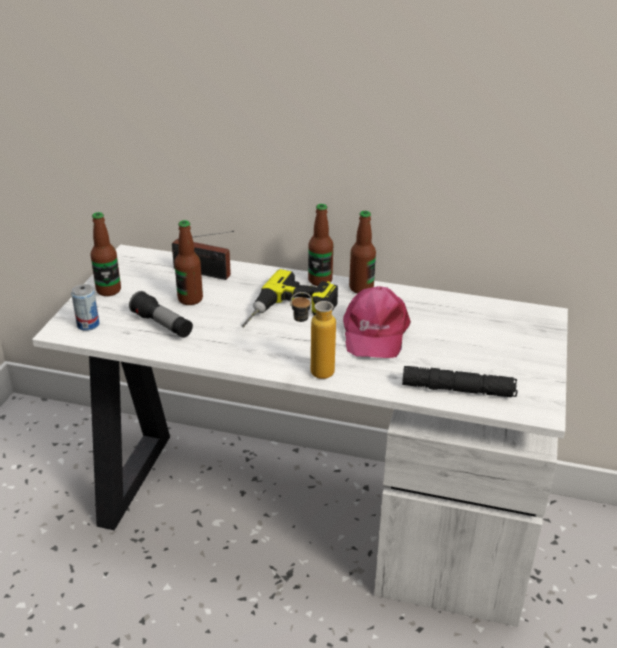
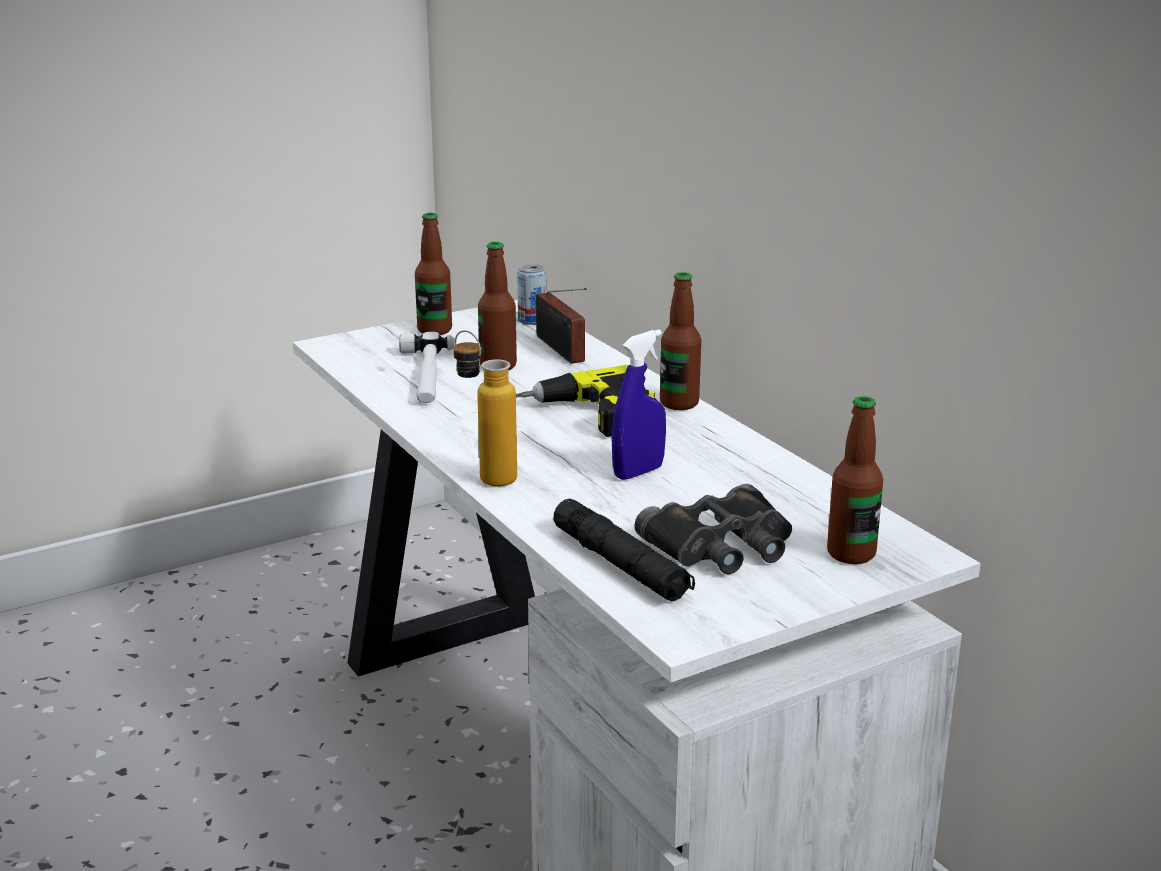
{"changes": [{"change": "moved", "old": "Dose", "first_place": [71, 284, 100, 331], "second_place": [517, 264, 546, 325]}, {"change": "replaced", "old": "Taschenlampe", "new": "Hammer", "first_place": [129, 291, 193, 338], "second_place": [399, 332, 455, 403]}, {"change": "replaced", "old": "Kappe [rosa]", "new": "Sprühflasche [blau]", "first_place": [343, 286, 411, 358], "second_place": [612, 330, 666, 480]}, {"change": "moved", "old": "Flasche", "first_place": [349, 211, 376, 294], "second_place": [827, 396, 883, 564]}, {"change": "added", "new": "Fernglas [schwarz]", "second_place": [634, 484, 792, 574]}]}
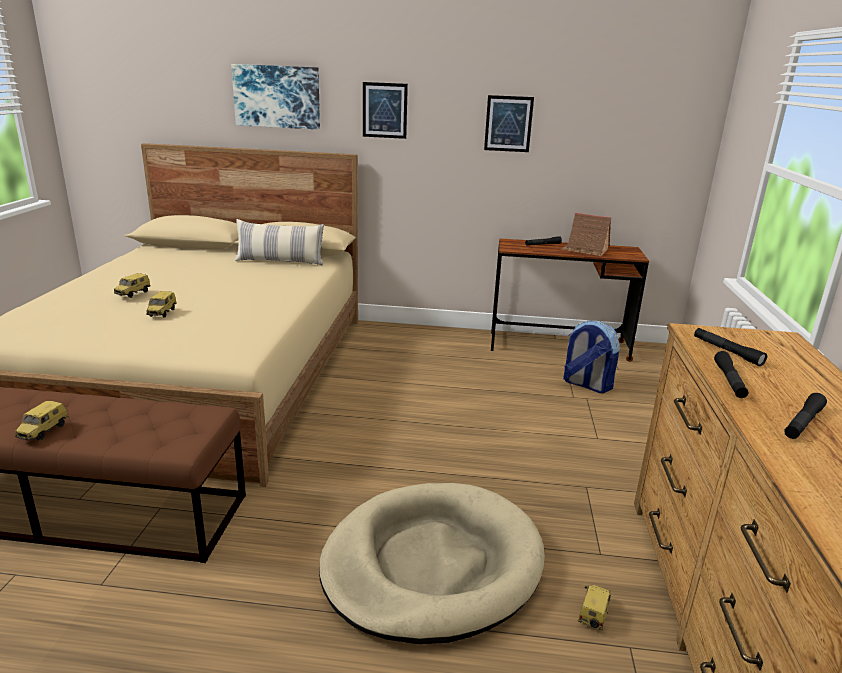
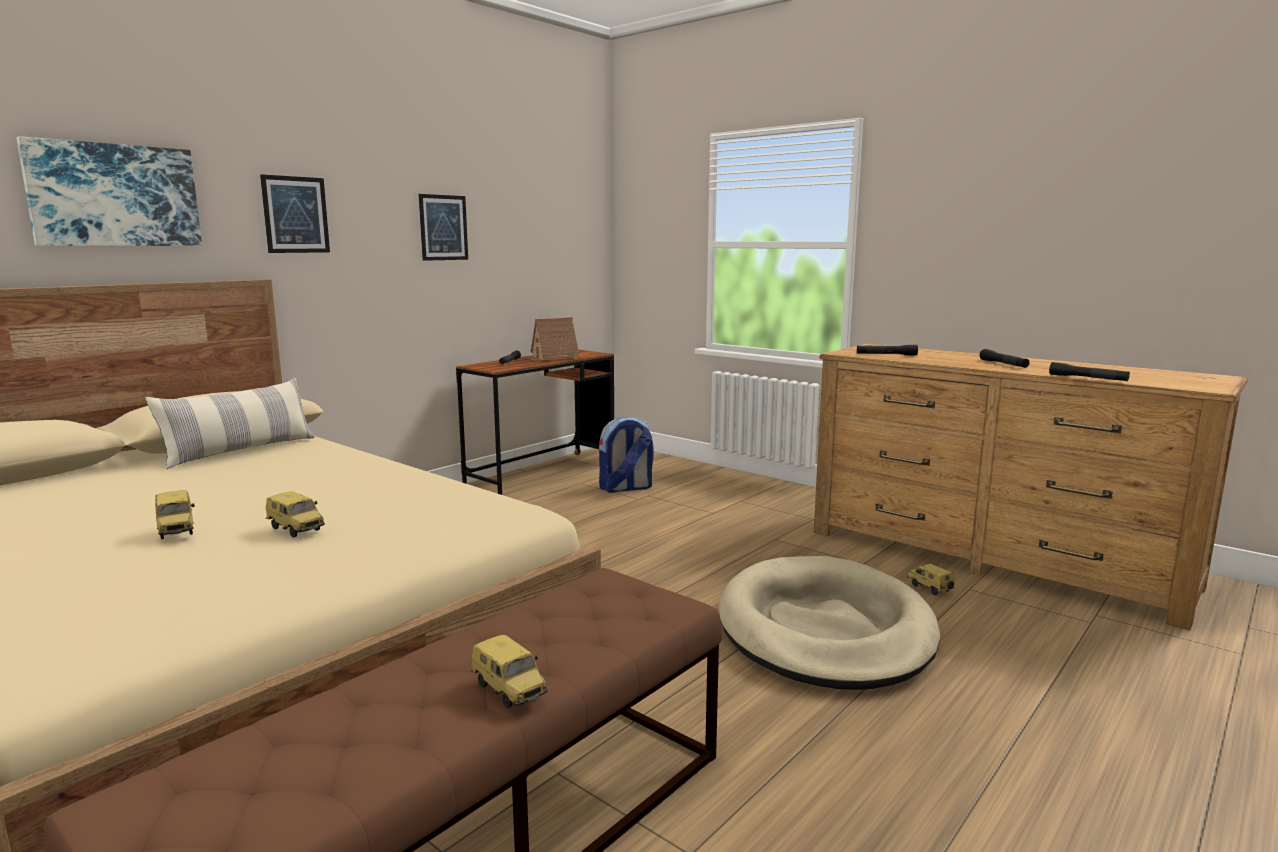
{"changes": [{"change": "moved", "old": "Taschenlampe [schwarz]", "first_place": [714, 351, 748, 398], "second_place": [1049, 362, 1130, 381]}]}
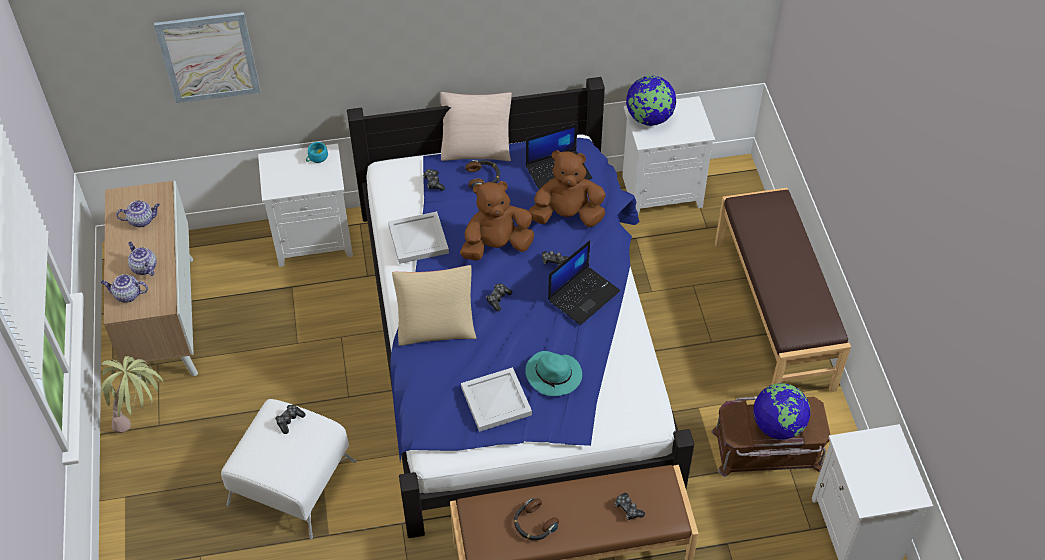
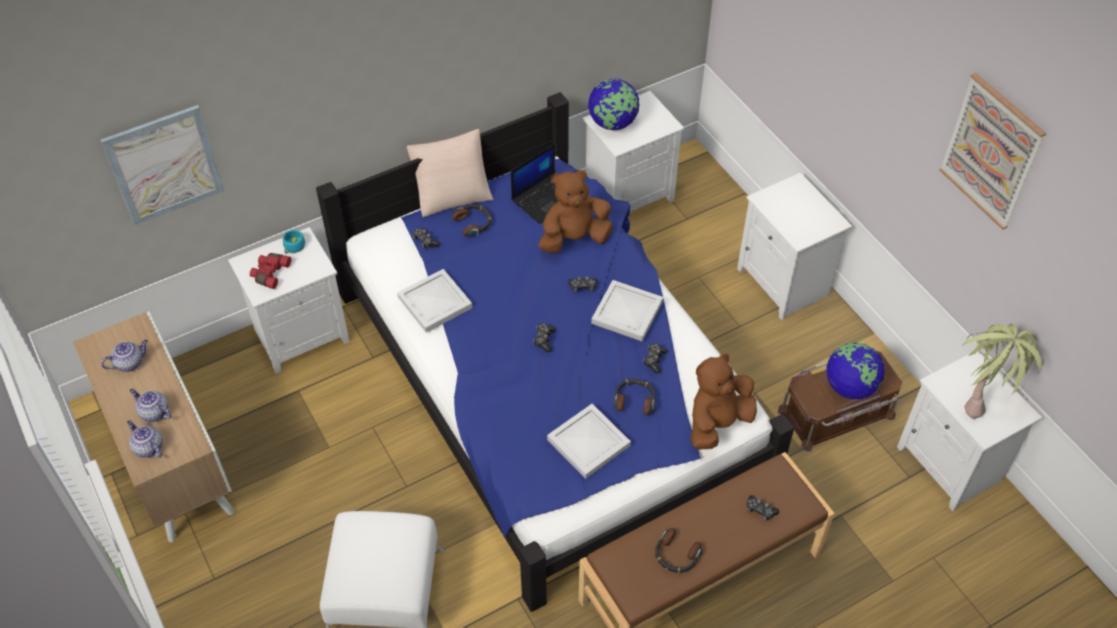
{"changes": [{"change": "moved", "old": "Topfpflanze", "first_place": [100, 356, 163, 433], "second_place": [962, 324, 1044, 419]}, {"change": "turned", "old": "Teekanne", "first_place": [101, 274, 148, 303], "second_place": [127, 420, 163, 458], "degrees": 60}, {"change": "moved", "old": "Gamepad", "first_place": [275, 405, 306, 434], "second_place": [643, 343, 667, 374]}, {"change": "removed", "old": "Kissen [beige]", "first_place": [392, 265, 476, 346]}, {"change": "moved", "old": "Plüschtier [braun]", "first_place": [460, 181, 534, 261], "second_place": [691, 353, 757, 450]}, {"change": "replaced", "old": "Hut [türkis]", "new": "Kopfhörer", "first_place": [525, 351, 582, 396], "second_place": [613, 379, 655, 415]}, {"change": "replaced", "old": "Laptop", "new": "Tablett [weiß]", "first_place": [548, 240, 620, 325], "second_place": [591, 280, 663, 342]}, {"change": "replaced", "old": "Bank [braun]", "new": "Nachttisch [weiß]", "first_place": [715, 188, 851, 392], "second_place": [737, 173, 852, 320]}, {"change": "added", "new": "Fernglas [rot]", "second_place": [250, 253, 291, 289]}, {"change": "added", "new": "Bild", "second_place": [939, 73, 1046, 230]}]}
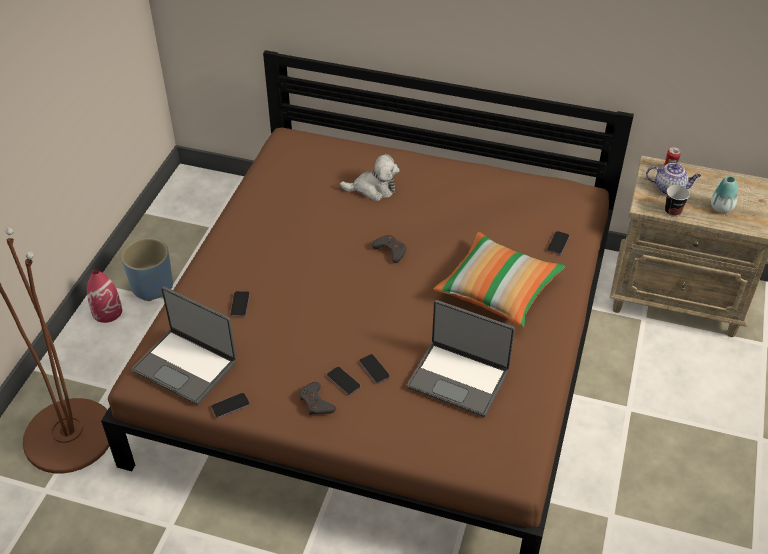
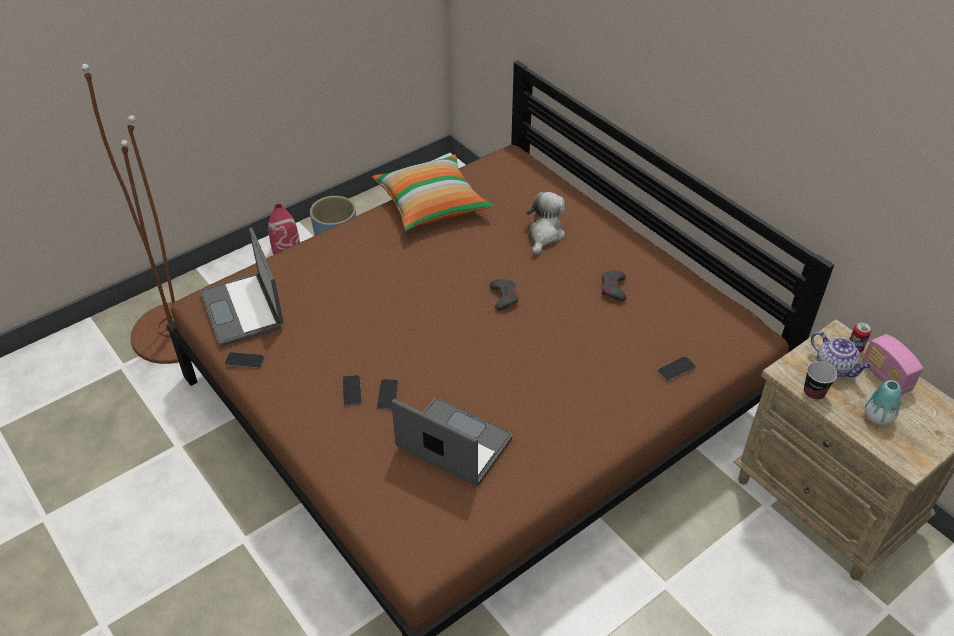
{"changes": [{"change": "removed", "old": "Handy", "first_place": [230, 291, 250, 316]}, {"change": "moved", "old": "Gamepad [grau]", "first_place": [299, 382, 336, 415], "second_place": [602, 271, 626, 301]}, {"change": "turned", "old": "Plüschtier", "first_place": [340, 154, 400, 201], "second_place": [526, 192, 565, 255], "degrees": -105}, {"change": "turned", "old": "Laptop", "first_place": [407, 300, 515, 417], "second_place": [391, 398, 513, 486], "degrees": 150}, {"change": "moved", "old": "Kissen", "first_place": [434, 232, 565, 327], "second_place": [372, 155, 493, 231]}, {"change": "added", "new": "Radio", "second_place": [862, 334, 923, 395]}]}
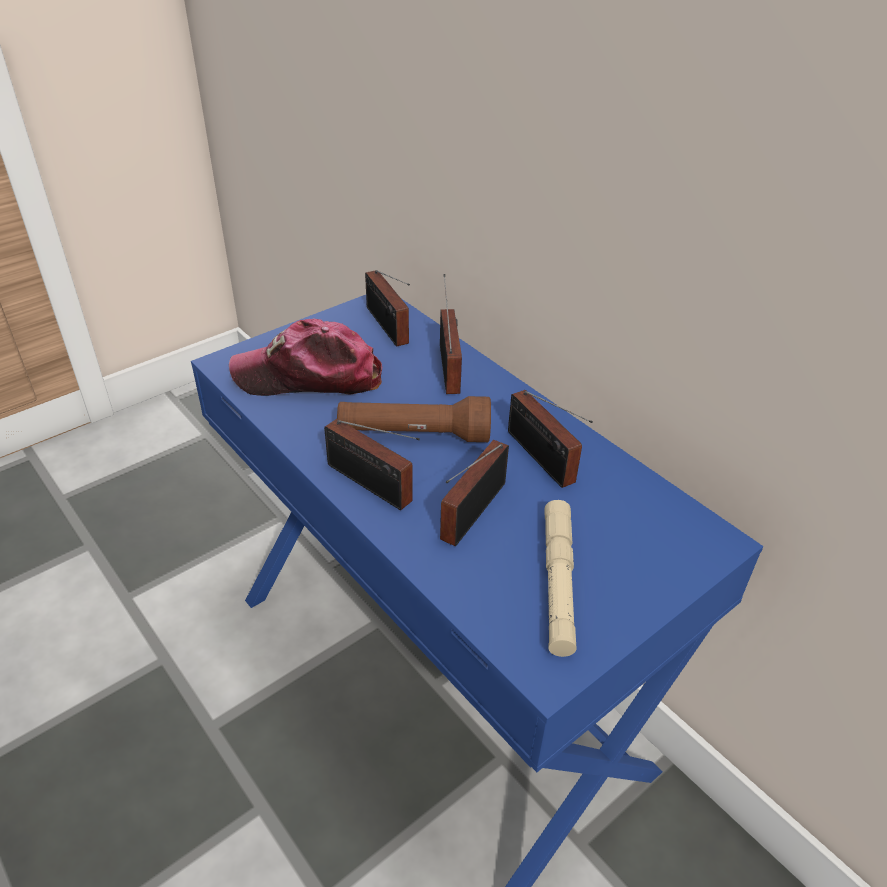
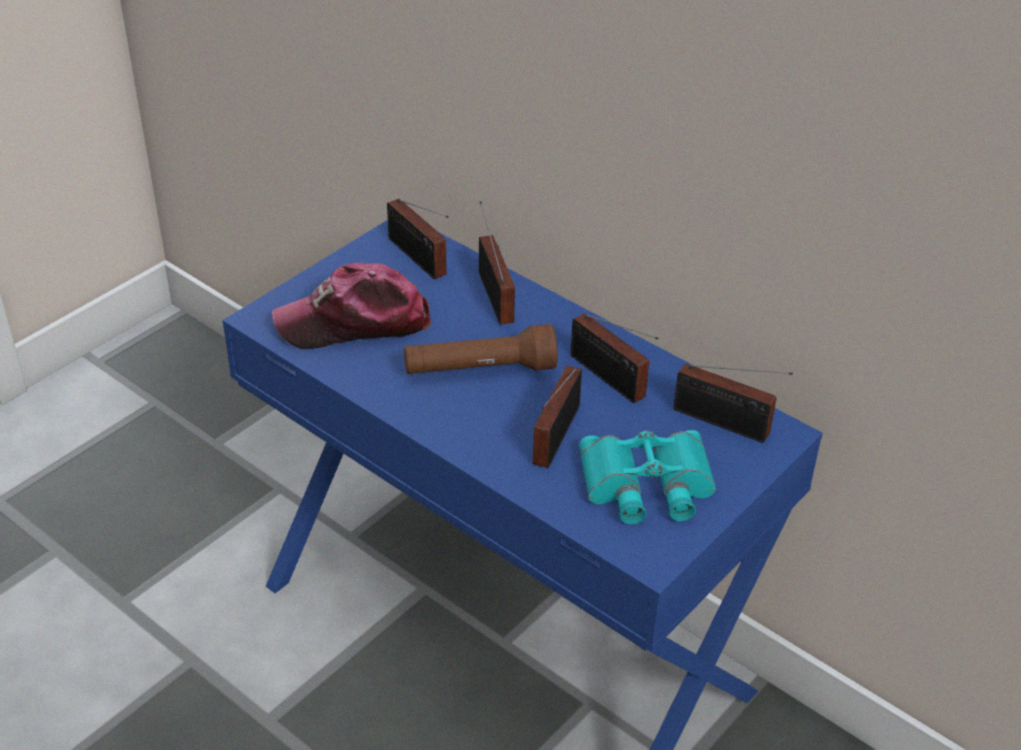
{"changes": [{"change": "moved", "old": "Radio", "first_place": [324, 419, 420, 510], "second_place": [673, 364, 793, 443]}, {"change": "replaced", "old": "Taschenlampe [beige]", "new": "Fernglas [türkis]", "first_place": [544, 500, 576, 657], "second_place": [579, 430, 716, 524]}]}
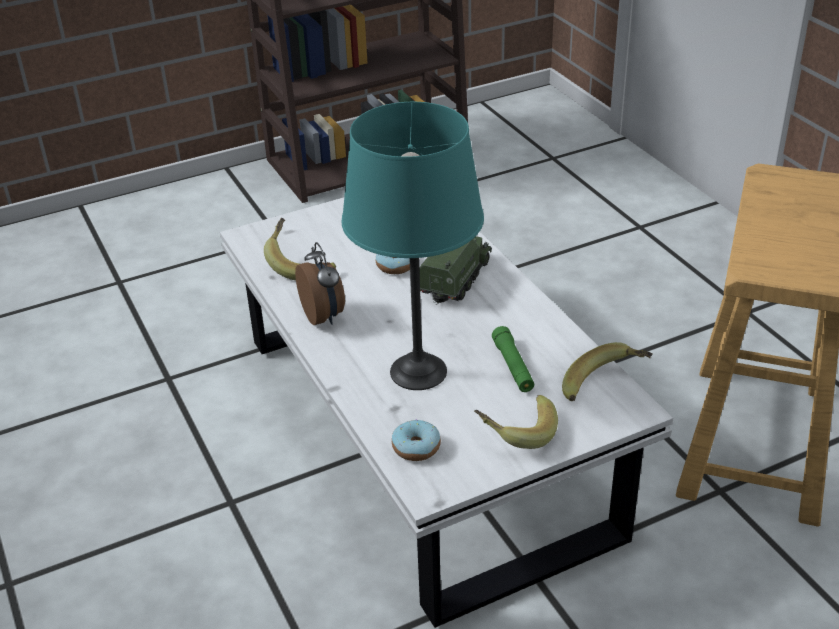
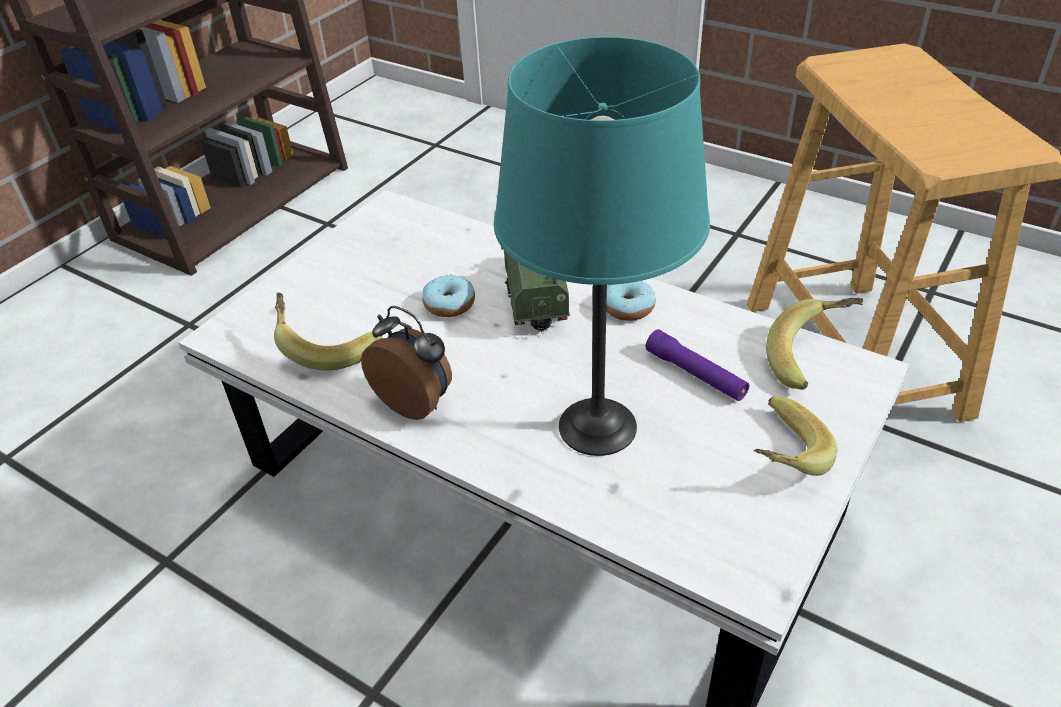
{"changes": [{"change": "moved", "old": "Donut", "first_place": [392, 419, 441, 461], "second_place": [606, 281, 656, 321]}, {"change": "recoloured", "old": "Taschenlampe [grün]", "new": "Taschenlampe [lila]", "first_place": [492, 326, 534, 392], "second_place": [646, 329, 749, 401]}]}
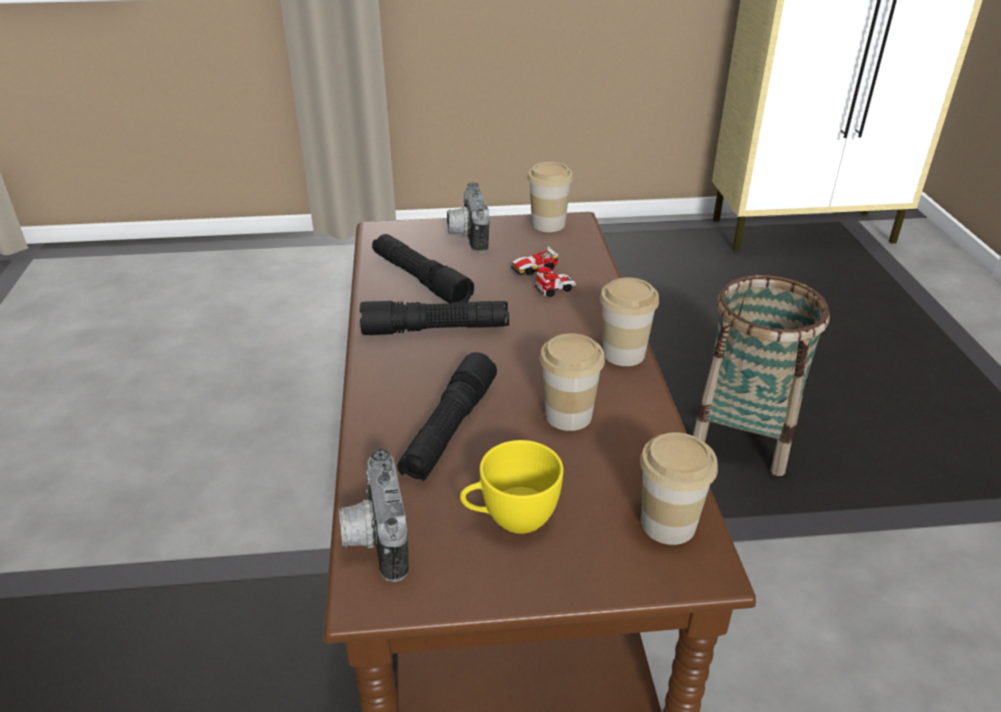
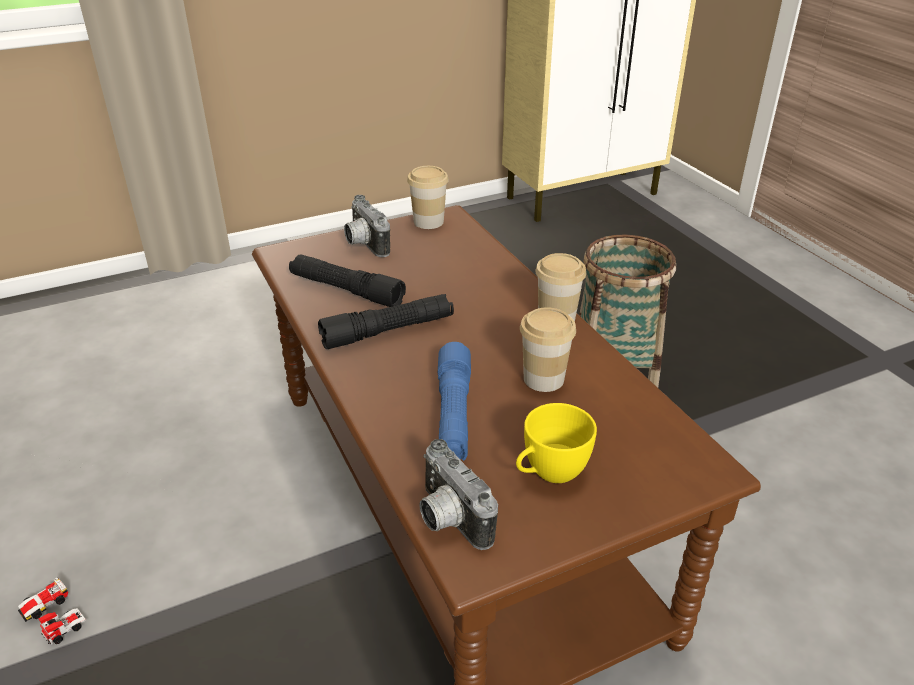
{"changes": [{"change": "recoloured", "old": "Taschenlampe [schwarz]", "new": "Taschenlampe [blau]", "first_place": [397, 352, 497, 481], "second_place": [438, 342, 471, 461]}, {"change": "moved", "old": "Spielzeugauto", "first_place": [511, 247, 576, 297], "second_place": [18, 578, 86, 645]}, {"change": "removed", "old": "Tasse", "first_place": [640, 432, 718, 545]}]}
